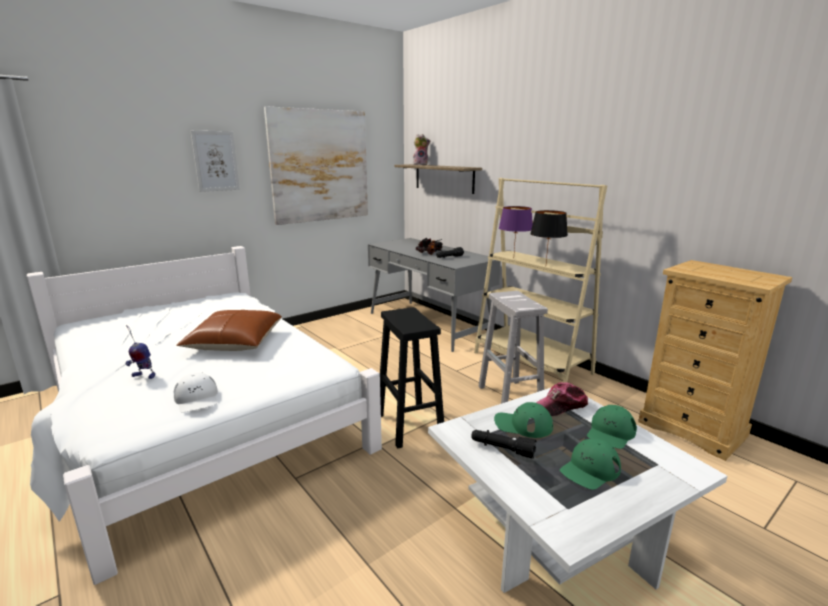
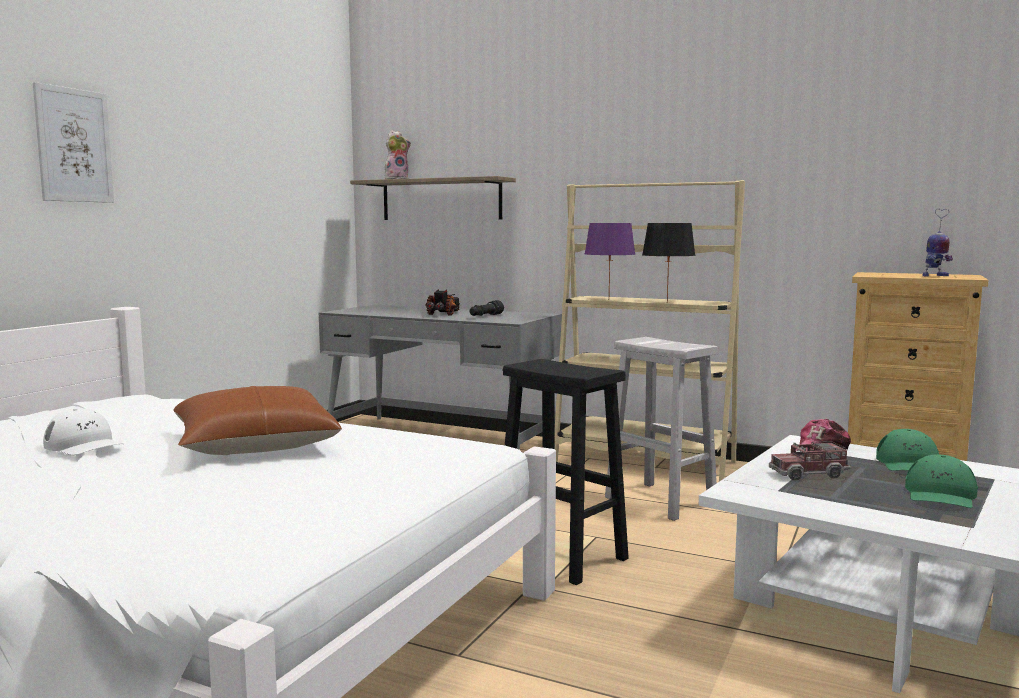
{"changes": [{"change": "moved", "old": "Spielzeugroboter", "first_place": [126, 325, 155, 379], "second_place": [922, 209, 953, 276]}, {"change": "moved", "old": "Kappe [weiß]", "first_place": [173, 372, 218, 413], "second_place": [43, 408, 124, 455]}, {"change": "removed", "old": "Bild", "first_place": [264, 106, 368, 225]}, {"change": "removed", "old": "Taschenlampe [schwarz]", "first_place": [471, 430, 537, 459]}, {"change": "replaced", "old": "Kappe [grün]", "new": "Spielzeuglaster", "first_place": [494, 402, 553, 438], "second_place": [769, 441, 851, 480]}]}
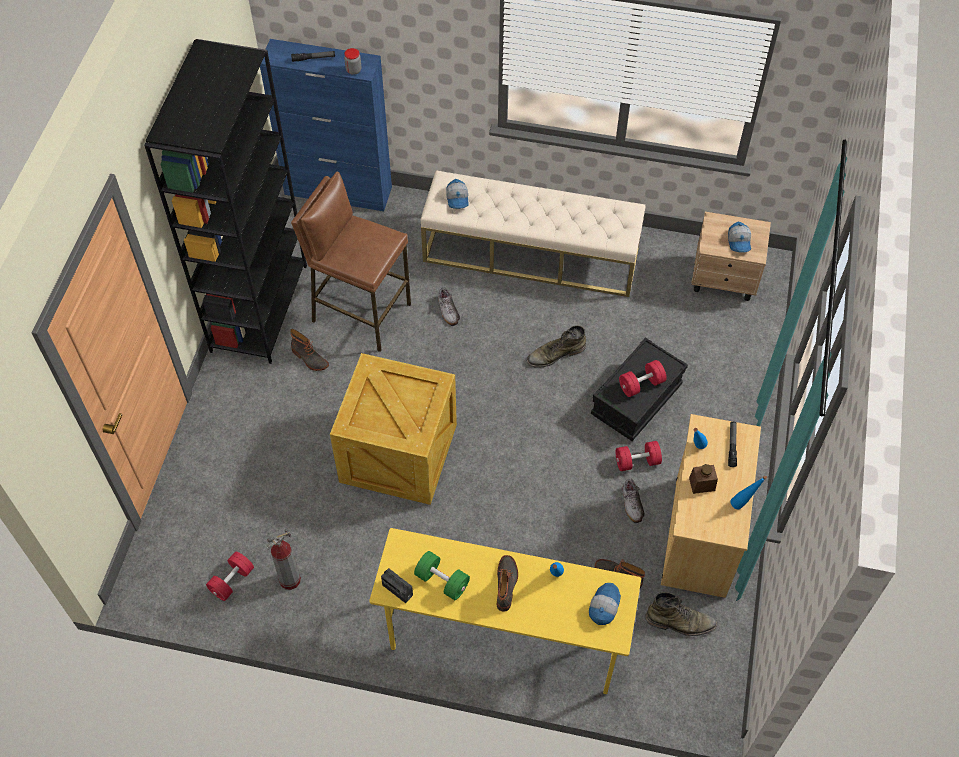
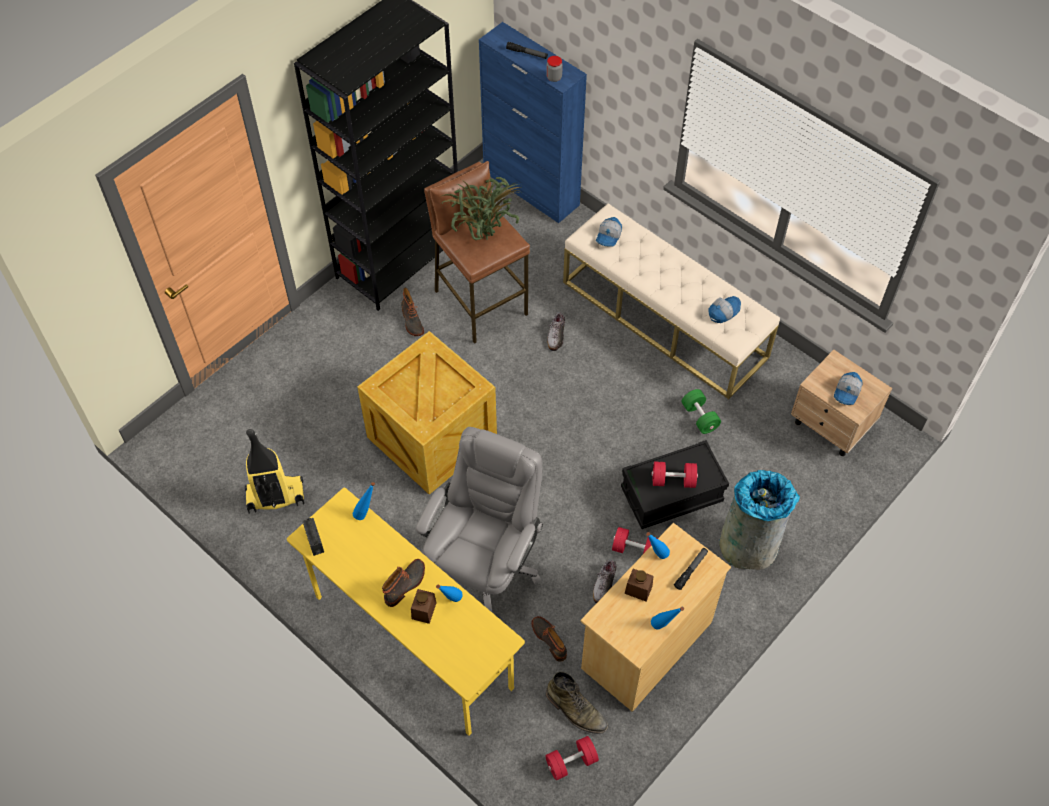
{"changes": [{"change": "moved", "old": "Hantel [rot]", "first_place": [206, 551, 254, 601], "second_place": [545, 736, 599, 780]}, {"change": "replaced", "old": "Feuerlöscher", "new": "Staubsauger", "first_place": [267, 529, 301, 590], "second_place": [245, 429, 305, 514]}, {"change": "moved", "old": "Hantel [grün]", "first_place": [414, 551, 470, 600], "second_place": [681, 389, 721, 434]}, {"change": "removed", "old": "Stiefel [grün]", "first_place": [527, 325, 586, 367]}, {"change": "moved", "old": "Kappe", "first_place": [589, 583, 621, 625], "second_place": [708, 296, 741, 323]}, {"change": "added", "new": "Flasche [blau]", "second_place": [353, 482, 375, 520]}, {"change": "added", "new": "Vorratsglas [braun]", "second_place": [411, 589, 437, 624]}, {"change": "added", "new": "Bürostuhl [grau]", "second_place": [416, 427, 543, 612]}, {"change": "added", "new": "Topfpflanze", "second_place": [441, 177, 521, 240]}, {"change": "added", "new": "Mülleimer [grau]", "second_place": [719, 470, 800, 570]}]}
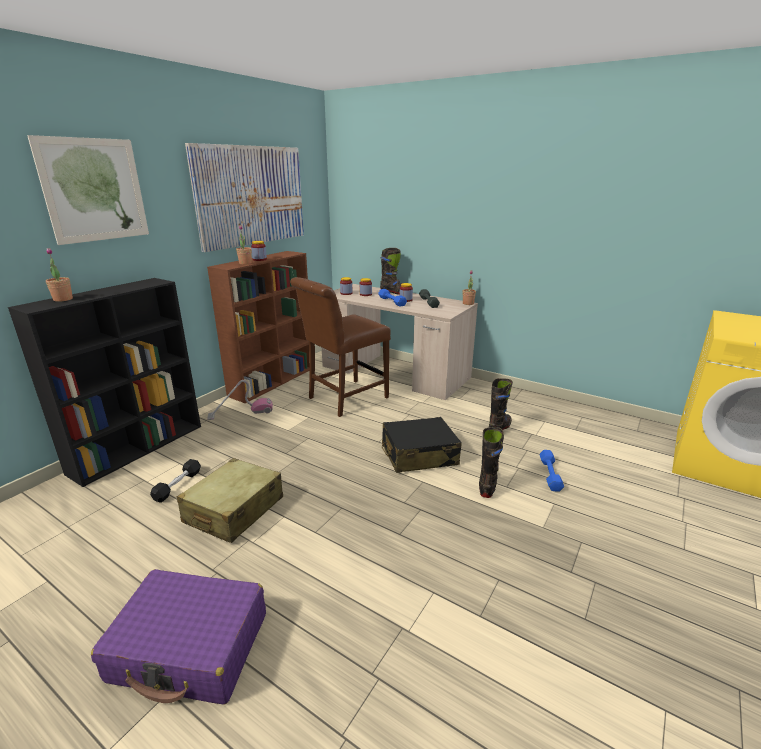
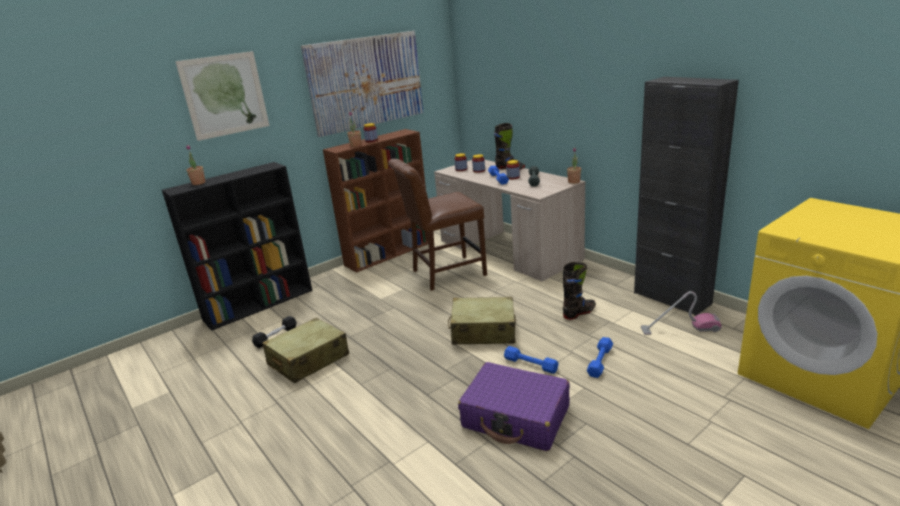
{"changes": [{"change": "moved", "old": "Koffer [lila]", "first_place": [91, 569, 266, 705], "second_place": [458, 362, 570, 451]}, {"change": "moved", "old": "Staubsauger", "first_place": [207, 380, 273, 420], "second_place": [641, 291, 722, 335]}, {"change": "recoloured", "old": "Koffer [schwarz]", "new": "Koffer [beige]", "first_place": [382, 417, 462, 473], "second_place": [448, 297, 516, 345]}, {"change": "replaced", "old": "Stiefel [schwarz]", "new": "Hantel [blau]", "first_place": [479, 427, 504, 498], "second_place": [504, 346, 559, 374]}, {"change": "added", "new": "Schrank [schwarz]", "second_place": [634, 77, 739, 316]}]}
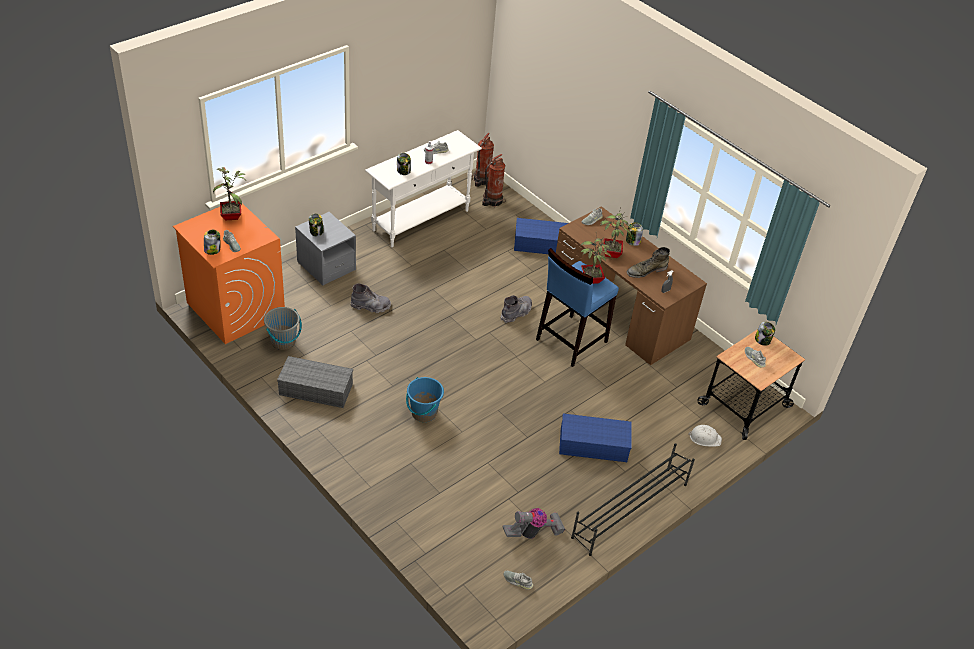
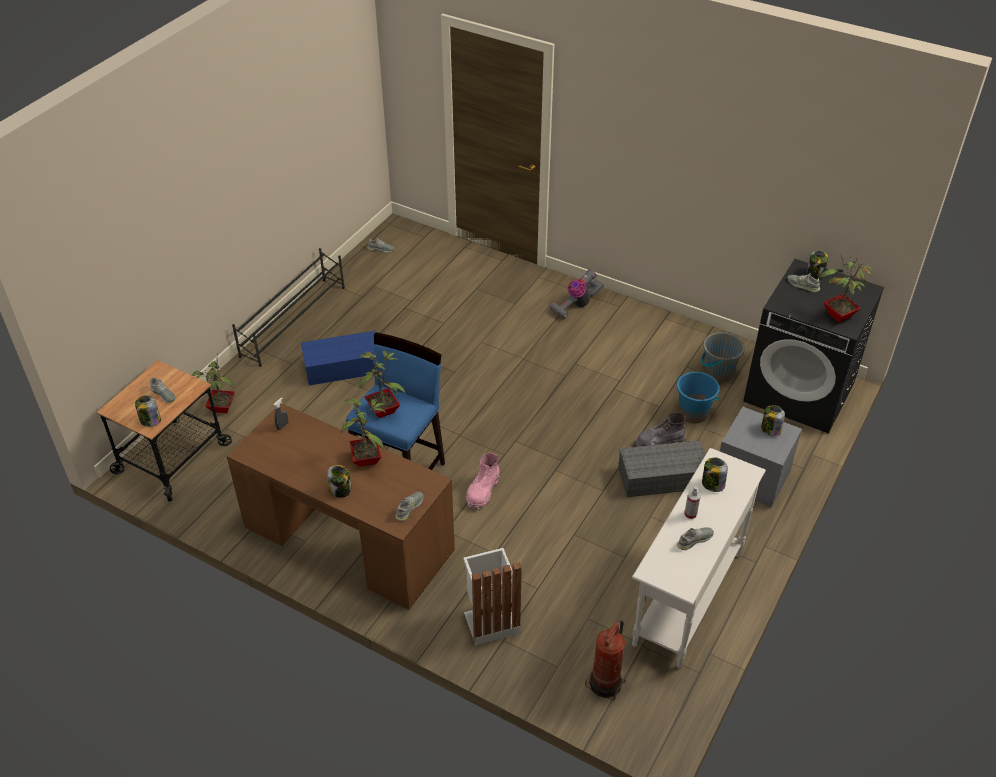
{"changes": [{"change": "recoloured", "old": "Waschmaschine [orange]", "new": "Waschmaschine [schwarz]", "first_place": [173, 203, 285, 344], "second_place": [743, 259, 884, 433]}, {"change": "moved", "old": "Aufbewahrungsbox [grau]", "first_place": [277, 356, 353, 408], "second_place": [618, 440, 705, 497]}, {"change": "moved", "old": "Eimer [blau]", "first_place": [406, 377, 444, 422], "second_place": [677, 372, 721, 424]}, {"change": "removed", "old": "Feuerlöscher", "first_place": [472, 133, 494, 187]}, {"change": "recoloured", "old": "Stiefel [grau]", "new": "Stiefel [rosa]", "first_place": [500, 295, 532, 323], "second_place": [466, 453, 500, 510]}, {"change": "moved", "old": "Staubsauger", "first_place": [502, 508, 565, 539], "second_place": [550, 269, 604, 319]}, {"change": "replaced", "old": "Aufbewahrungsbox [blau]", "new": "Mülleimer [weiß]", "first_place": [514, 218, 568, 254], "second_place": [464, 548, 522, 646]}, {"change": "removed", "old": "Stiefel [grün]", "first_place": [626, 247, 670, 278]}, {"change": "replaced", "old": "Schutzhelm [weiß]", "new": "Topfpflanze", "first_place": [688, 425, 722, 446], "second_place": [192, 353, 235, 413]}]}
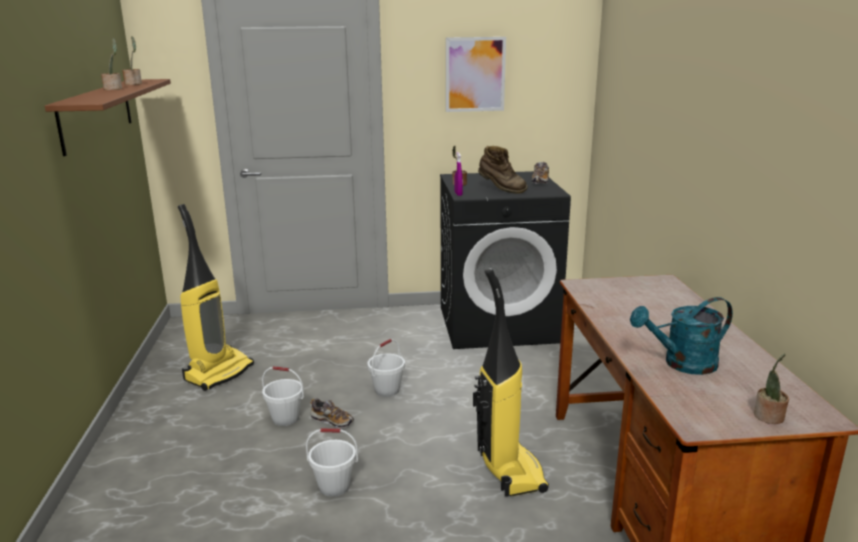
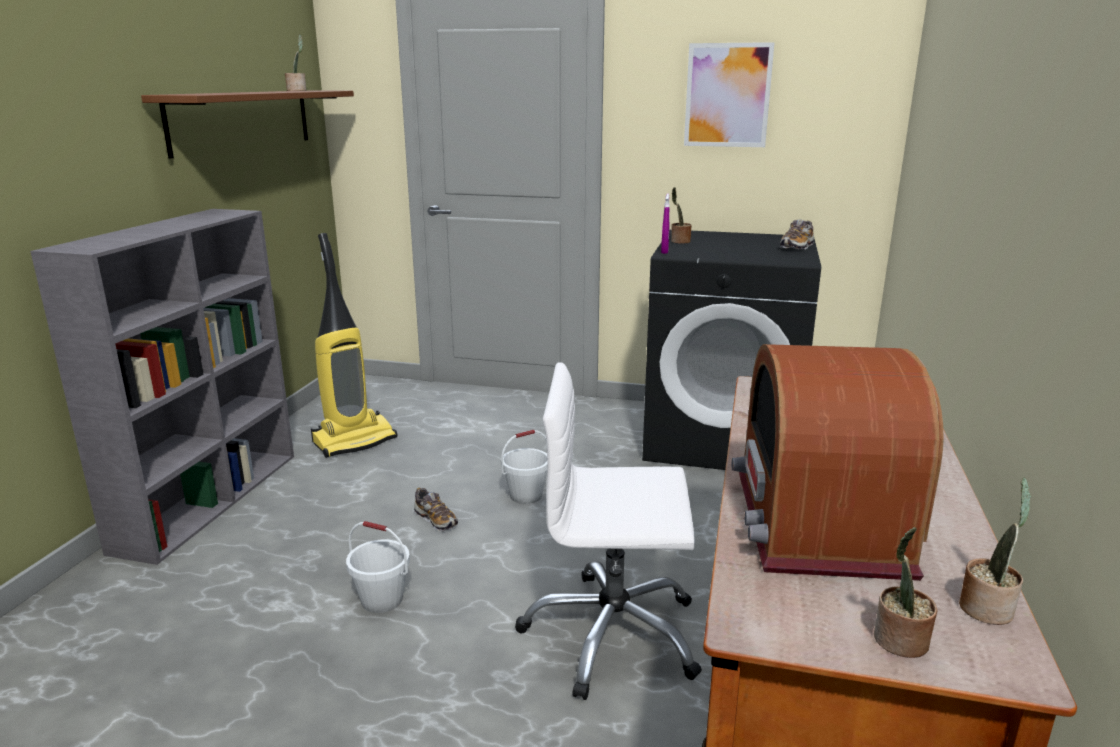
{"changes": [{"change": "moved", "old": "Topfpflanze", "first_place": [101, 38, 122, 90], "second_place": [959, 477, 1032, 625]}, {"change": "removed", "old": "Eimer [weiß]", "first_place": [262, 366, 304, 426]}, {"change": "replaced", "old": "Staubsauger", "new": "Bürostuhl [weiß]", "first_place": [473, 268, 549, 497], "second_place": [515, 362, 702, 700]}, {"change": "removed", "old": "Stiefel [braun]", "first_place": [478, 146, 527, 194]}, {"change": "replaced", "old": "Gießkanne [türkis]", "new": "Radio", "first_place": [630, 297, 733, 375], "second_place": [732, 344, 944, 581]}, {"change": "added", "new": "Bücherregal [grau]", "second_place": [30, 209, 294, 565]}]}
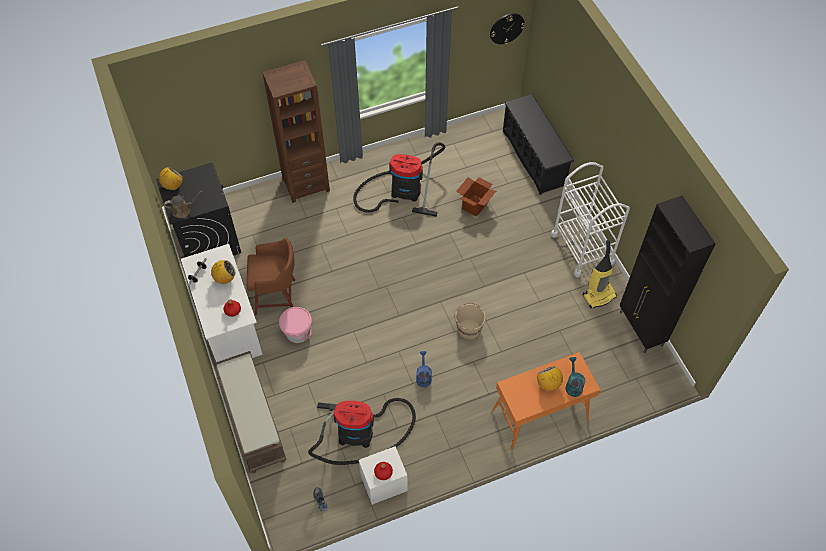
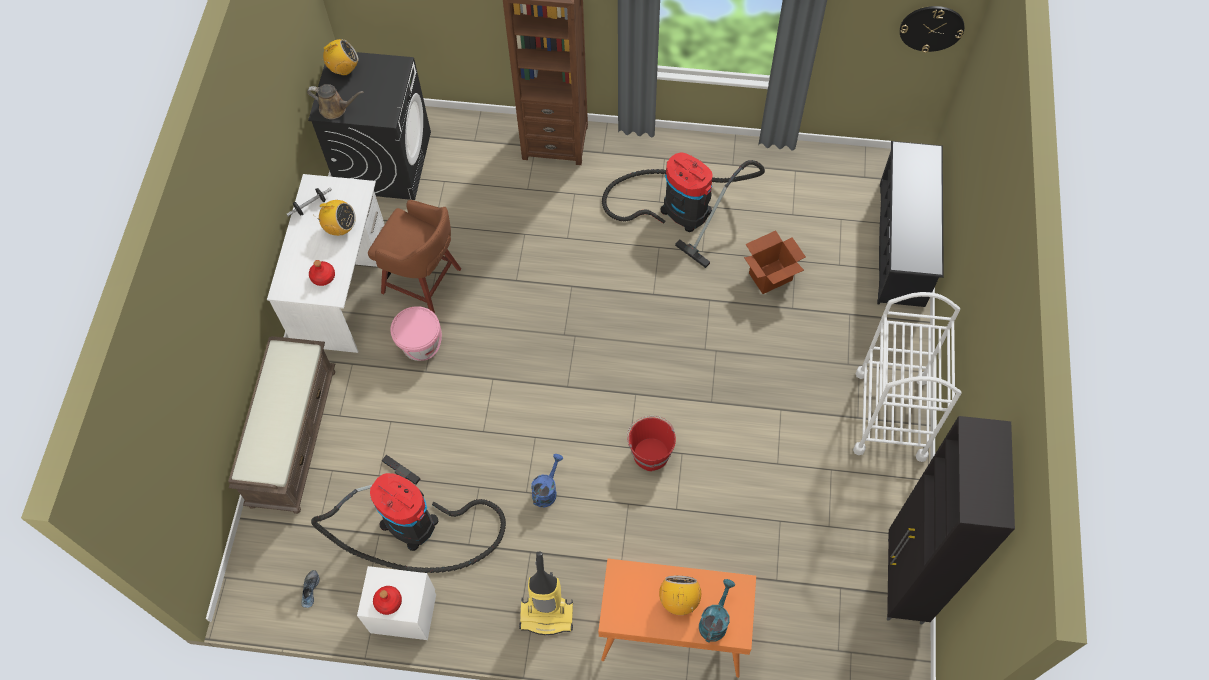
{"changes": [{"change": "recoloured", "old": "Eimer [beige]", "new": "Eimer [rot]", "first_place": [454, 303, 485, 339], "second_place": [627, 416, 676, 471]}, {"change": "moved", "old": "Staubsauger", "first_place": [583, 240, 617, 309], "second_place": [519, 552, 573, 635]}]}
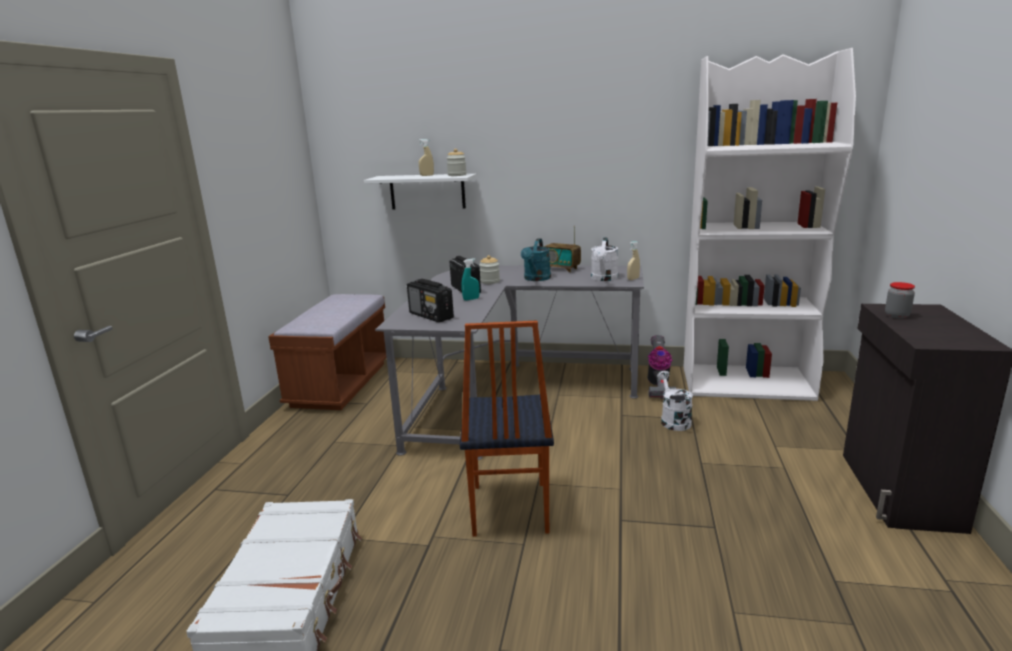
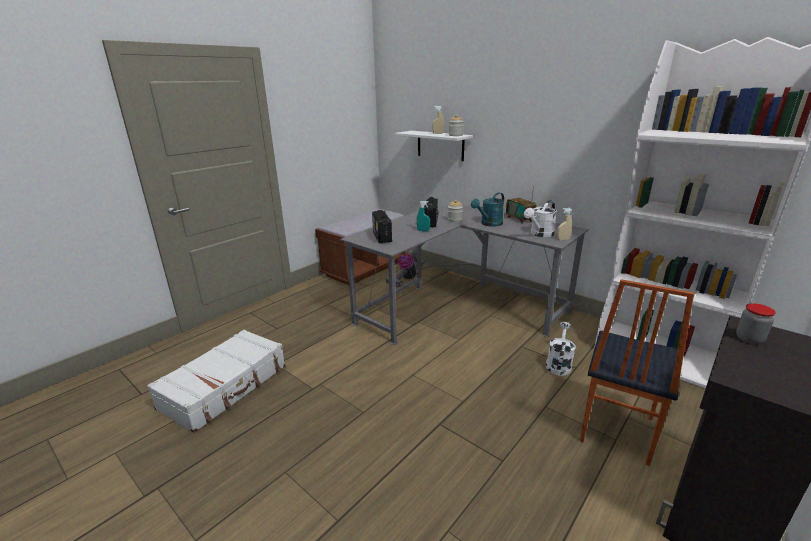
{"changes": [{"change": "moved", "old": "Stuhl", "first_place": [460, 321, 554, 537], "second_place": [580, 279, 694, 466]}, {"change": "moved", "old": "Staubsauger", "first_place": [647, 335, 676, 399], "second_place": [385, 247, 425, 287]}]}
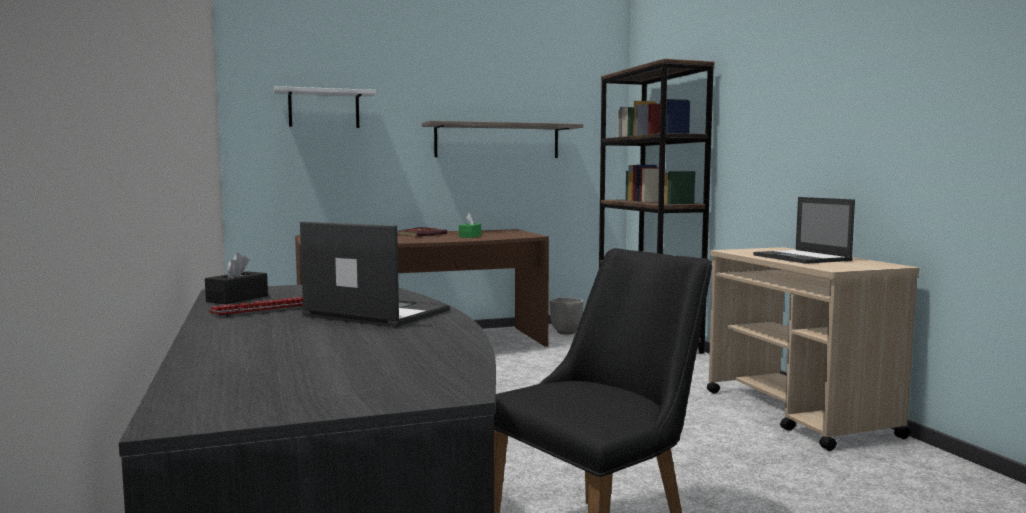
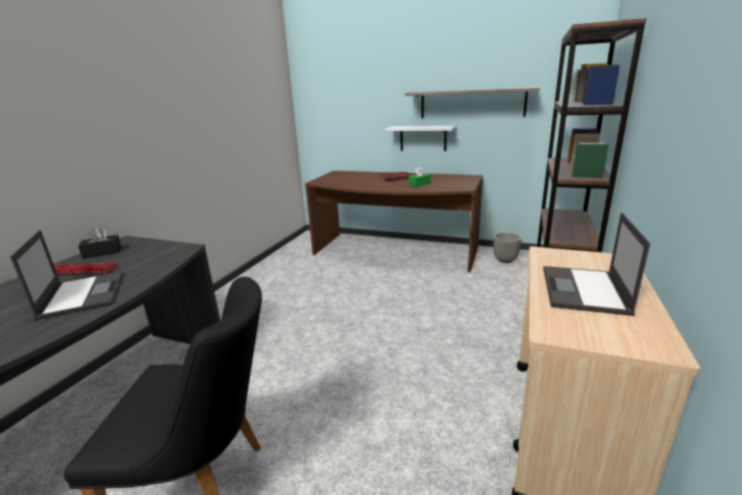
{"changes": [{"change": "moved", "old": "Wandregal [weiß]", "first_place": [274, 86, 376, 128], "second_place": [385, 126, 456, 151]}]}
